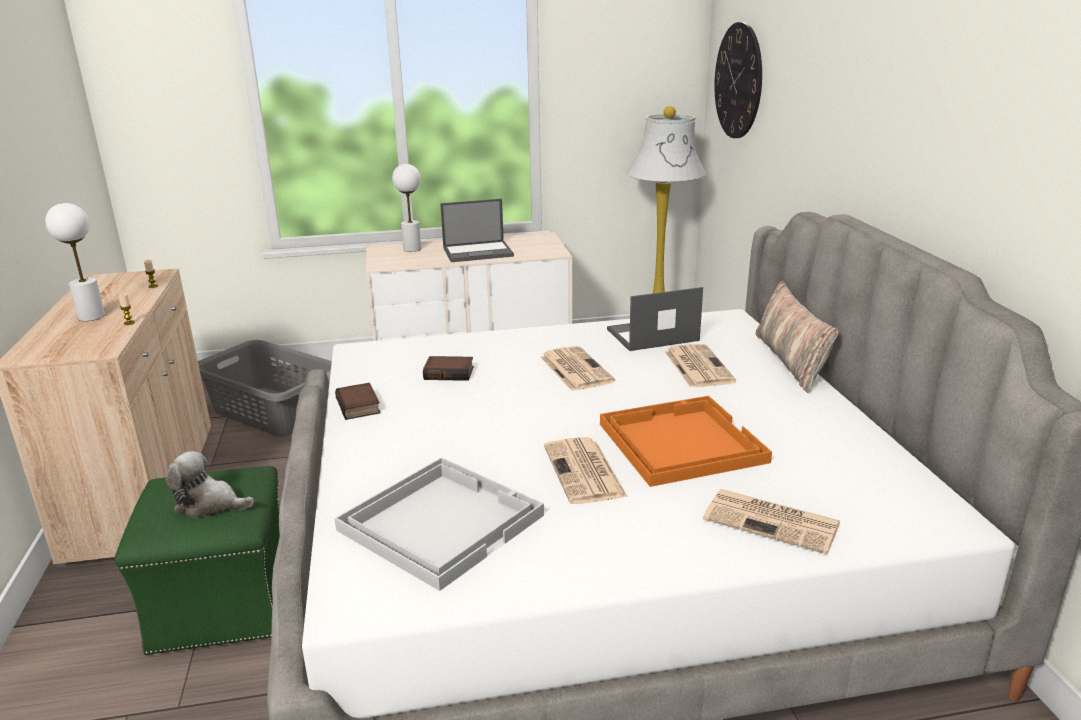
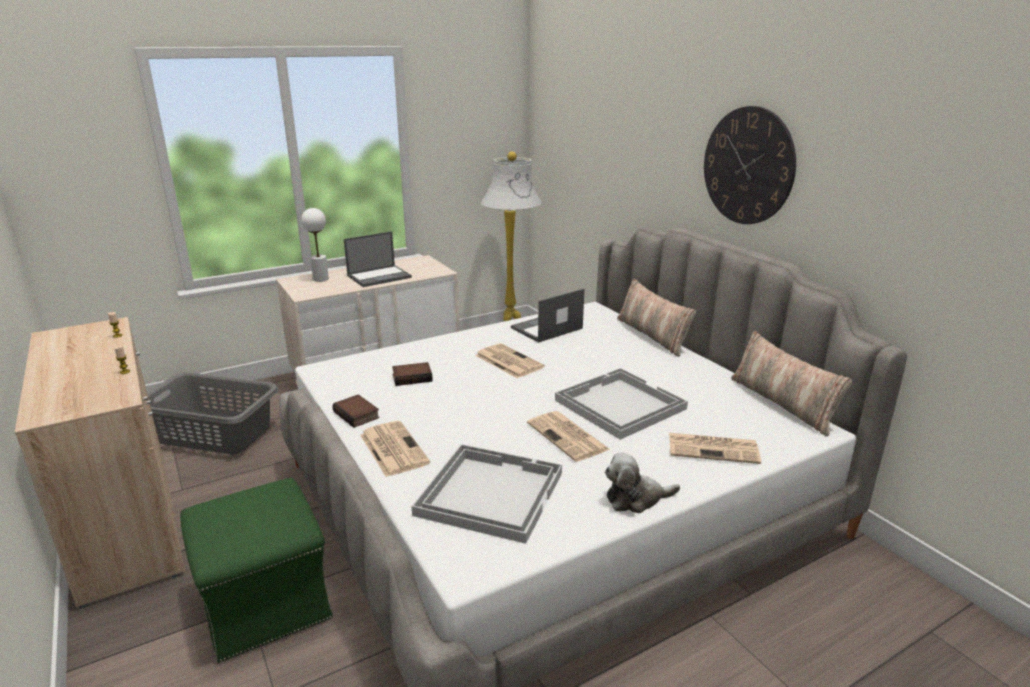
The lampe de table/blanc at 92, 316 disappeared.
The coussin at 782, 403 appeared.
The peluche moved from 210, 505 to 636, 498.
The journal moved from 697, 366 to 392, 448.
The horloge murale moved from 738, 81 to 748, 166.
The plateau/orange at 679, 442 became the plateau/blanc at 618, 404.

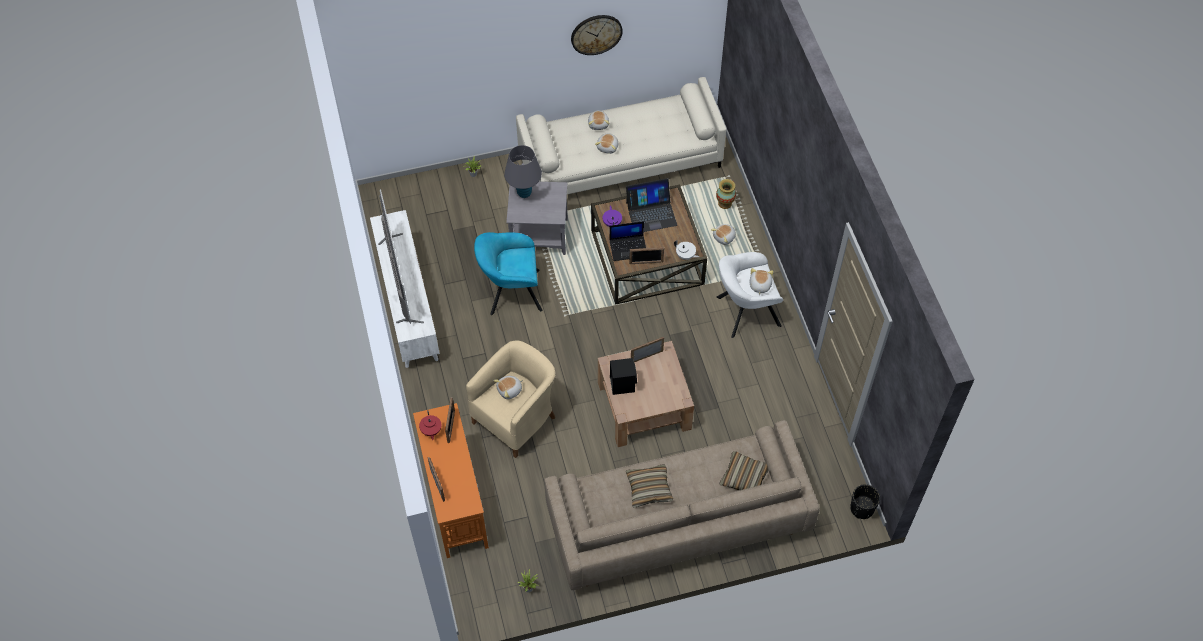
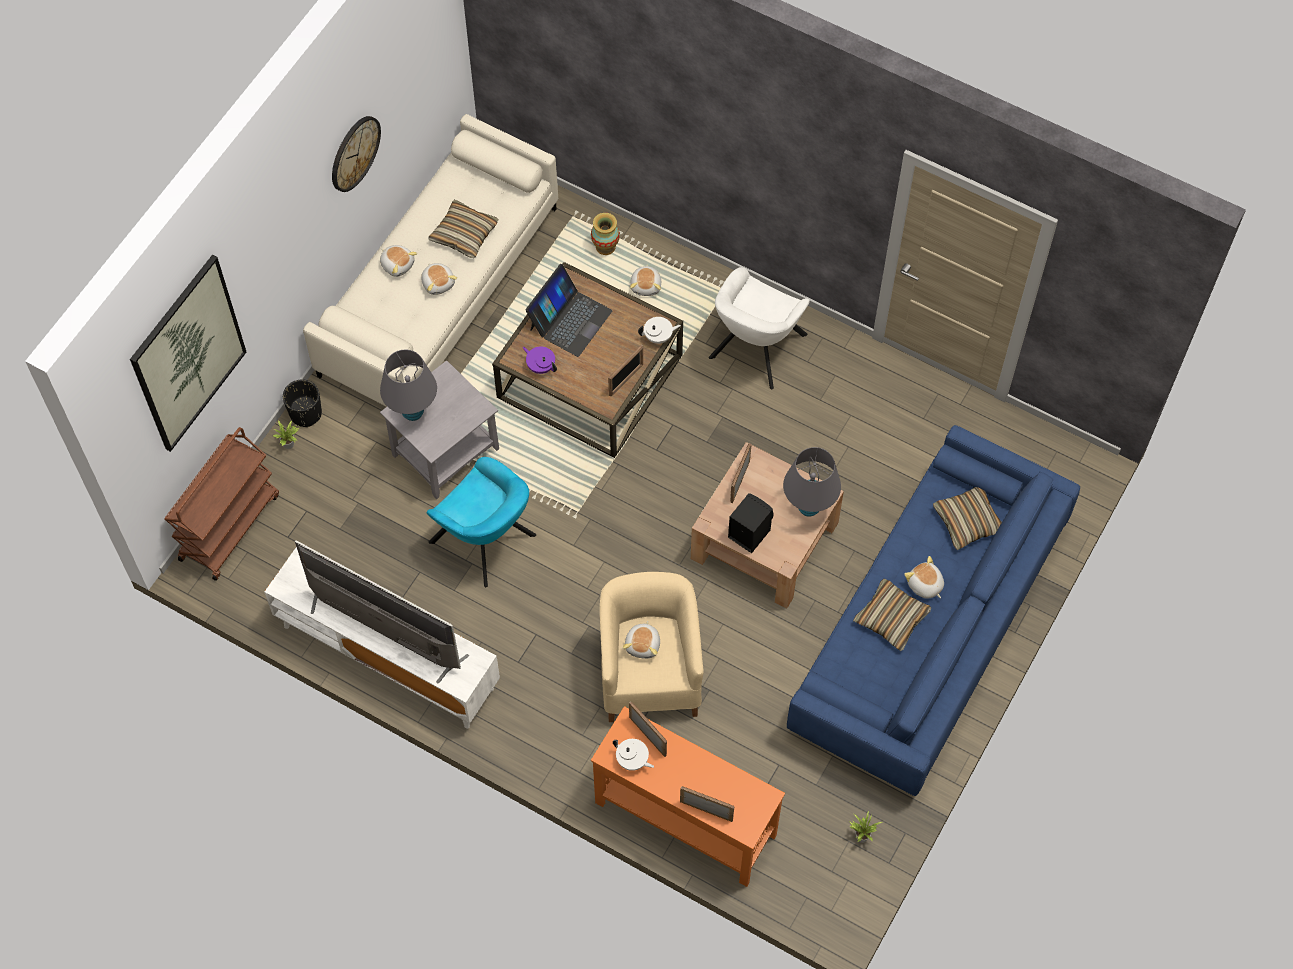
The ordinateur portable at 628, 248 disappeared.
The tableau at 188, 354 appeared.
The chariot/marron at 229, 526 appeared.
The coussin at 464, 234 appeared.
The lampe de table/gris at 808, 507 appeared.
The peluche moved from 759, 285 to 924, 585.
The cache-pot/noir moved from 862, 508 to 306, 413.
The théière/rouge at 431, 431 became the théière/blanc at 632, 760.
The canapé/beige at 677, 520 became the canapé/bleu at 927, 628.
The fauteuil/turquoise at 511, 292 turned 90 degrees counterclockwise.

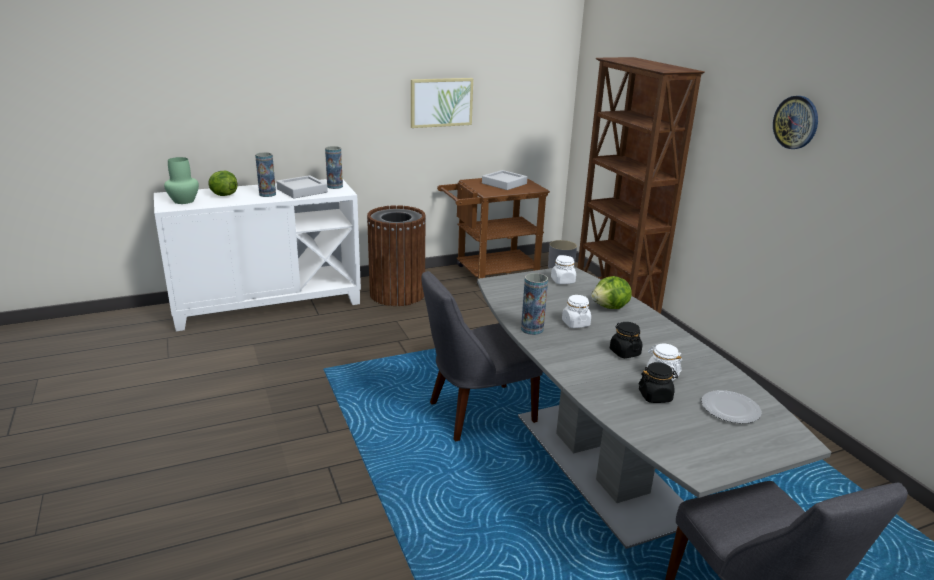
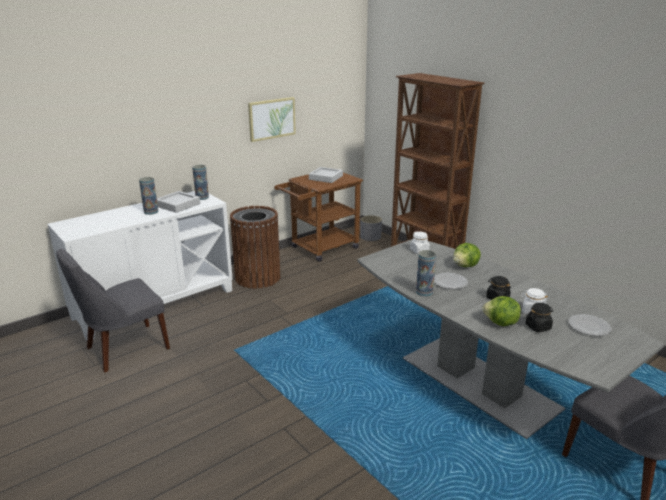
The vase/vert at 183, 201 disappeared.
The horloge murale at 796, 122 disappeared.
The laitue moved from 223, 195 to 500, 323.
The chaise/gris moved from 476, 414 to 124, 349.
The bocal/blanc at 575, 323 was replaced by the assiette at 450, 282.

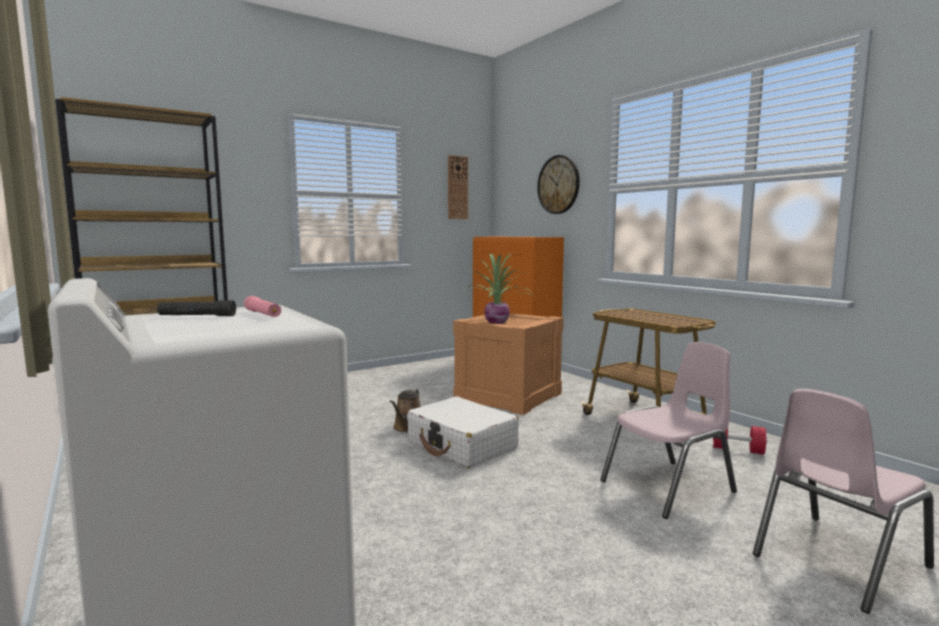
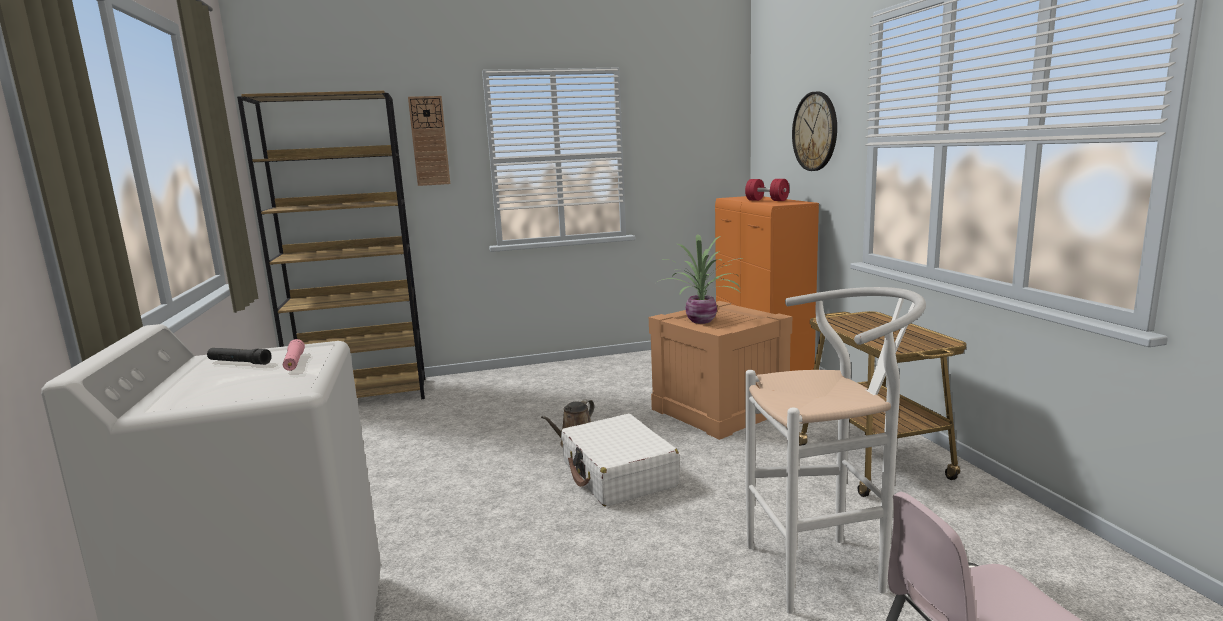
The horloge murale moved from 457, 187 to 429, 141.
The haltère/rouge moved from 737, 450 to 767, 200.
The chaise/rose at 669, 487 was replaced by the tabouret/blanc at 827, 569.

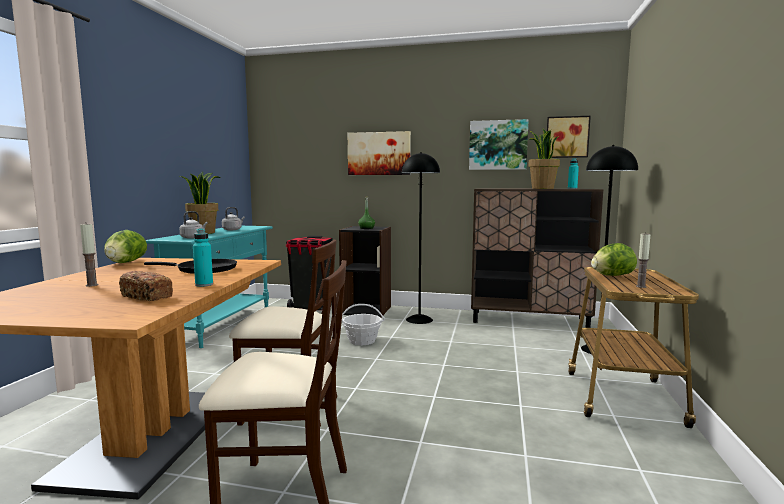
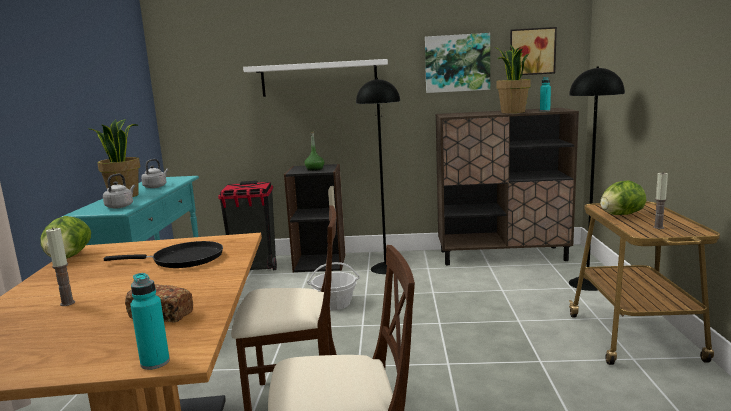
The bouteille/turquoise moved from 204, 285 to 155, 362.
The tableau at 379, 153 was replaced by the étagère/blanc at 319, 78.

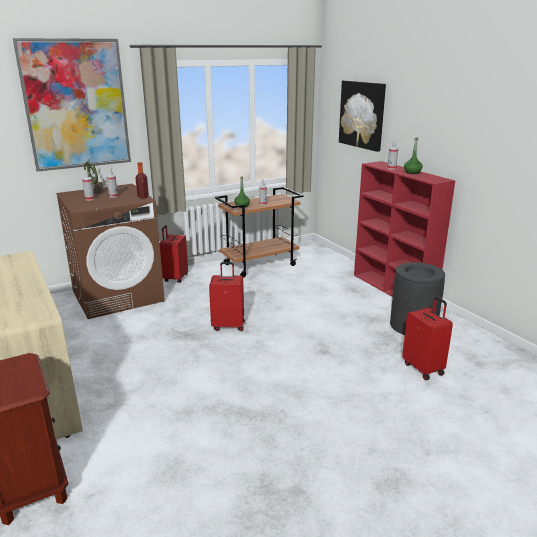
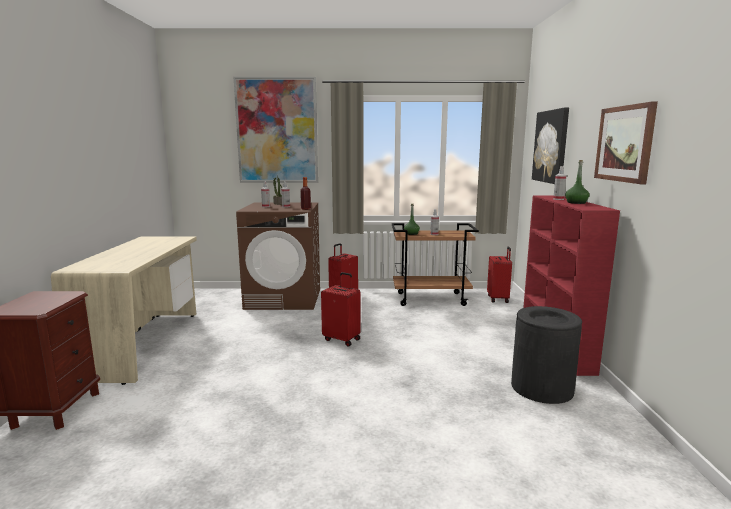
The tableau at 624, 143 appeared.
The valise/rouge moved from 424, 368 to 498, 299.

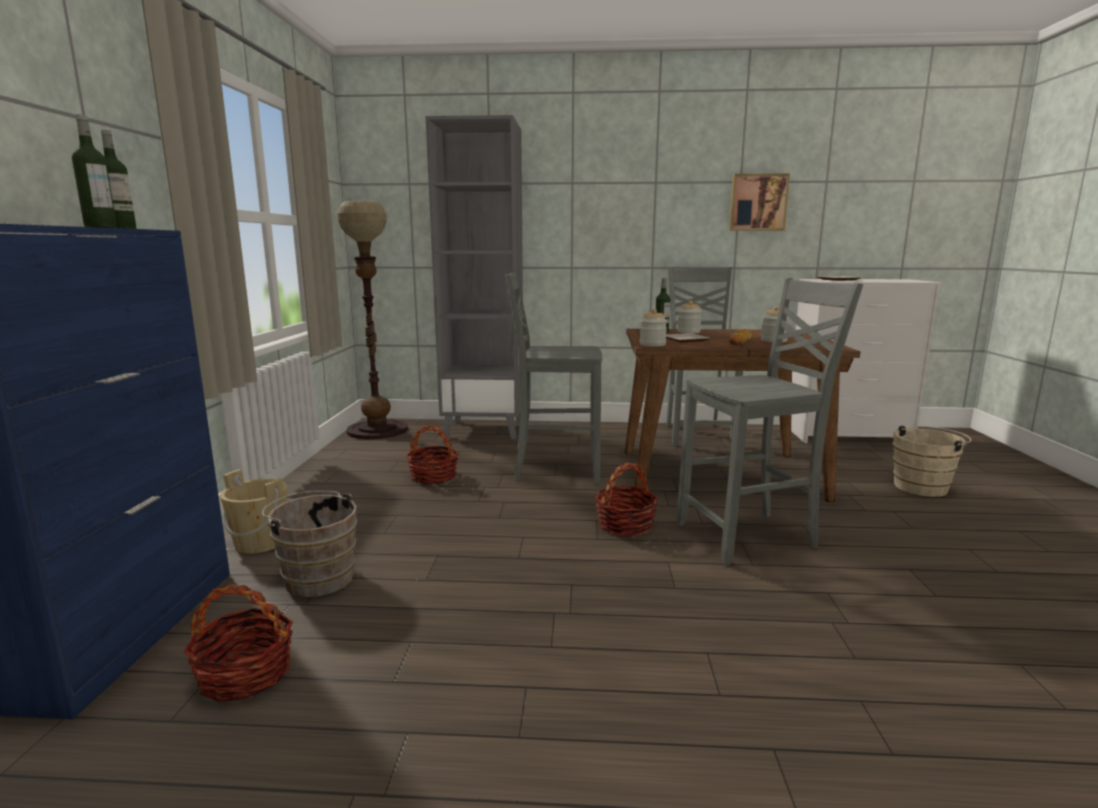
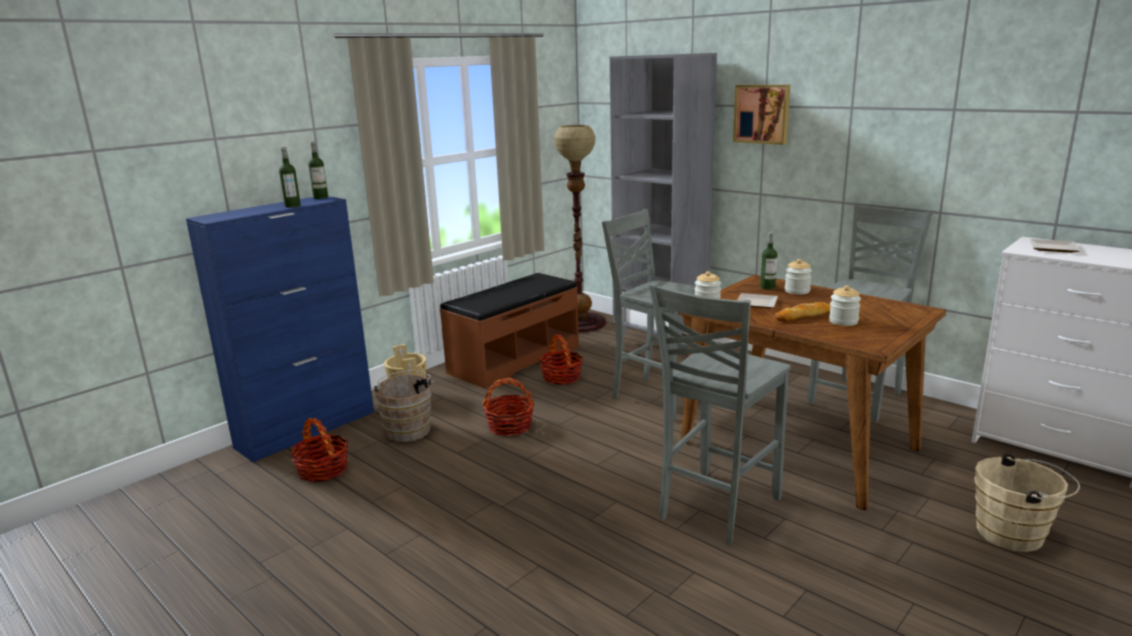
The banc/marron at 514, 360 appeared.
The panier moved from 625, 525 to 510, 426.
The tableau moved from 758, 202 to 762, 114.
The chaise/gris at 749, 537 turned 105 degrees clockwise.

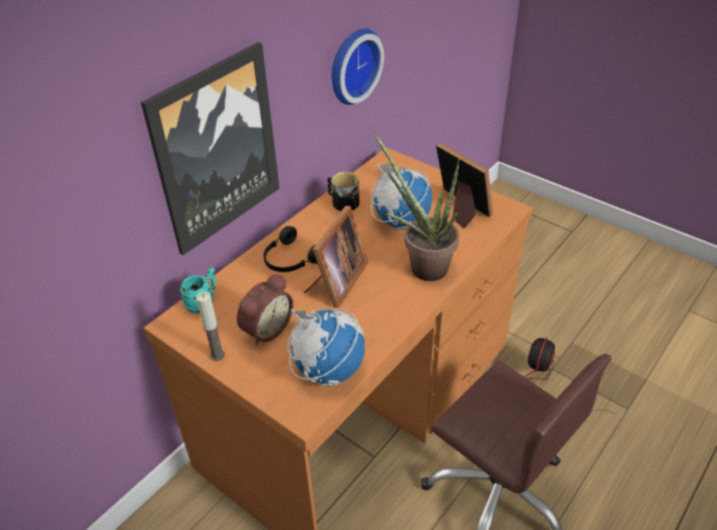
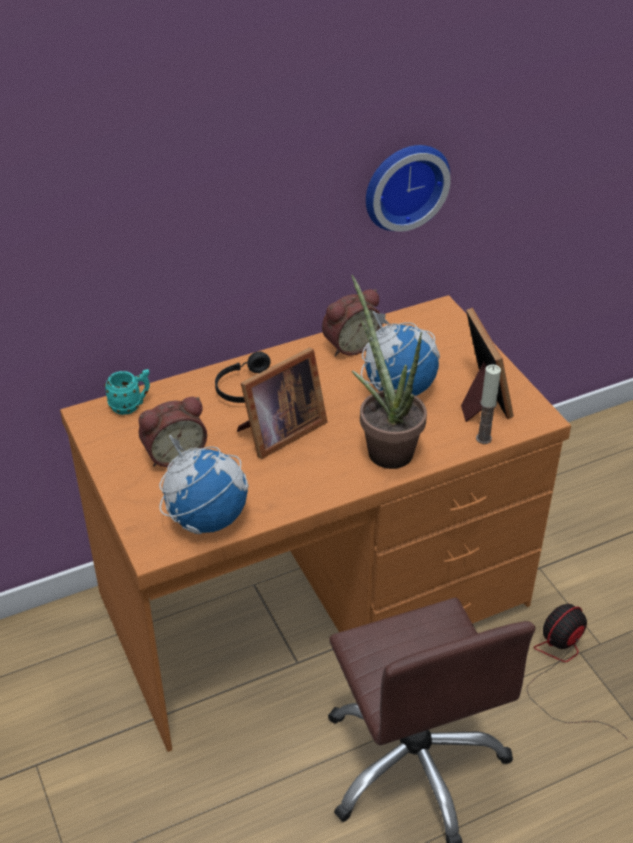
The tableau at 216, 149 disappeared.
The bougie moved from 217, 355 to 483, 438.
The mug at 342, 202 was replaced by the réveil at 349, 345.

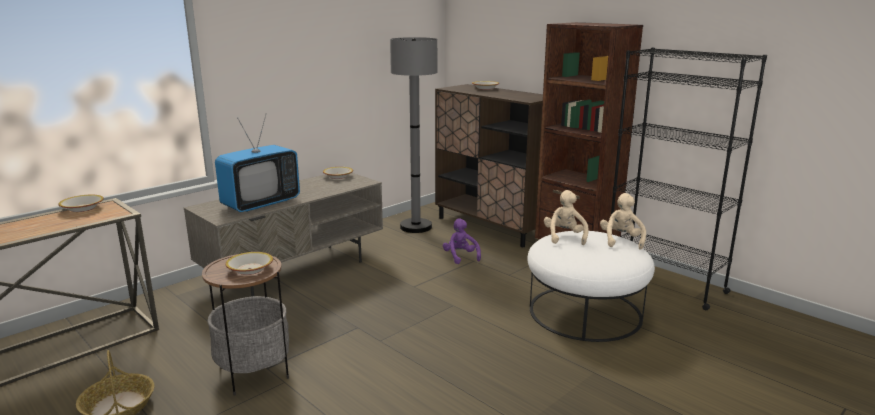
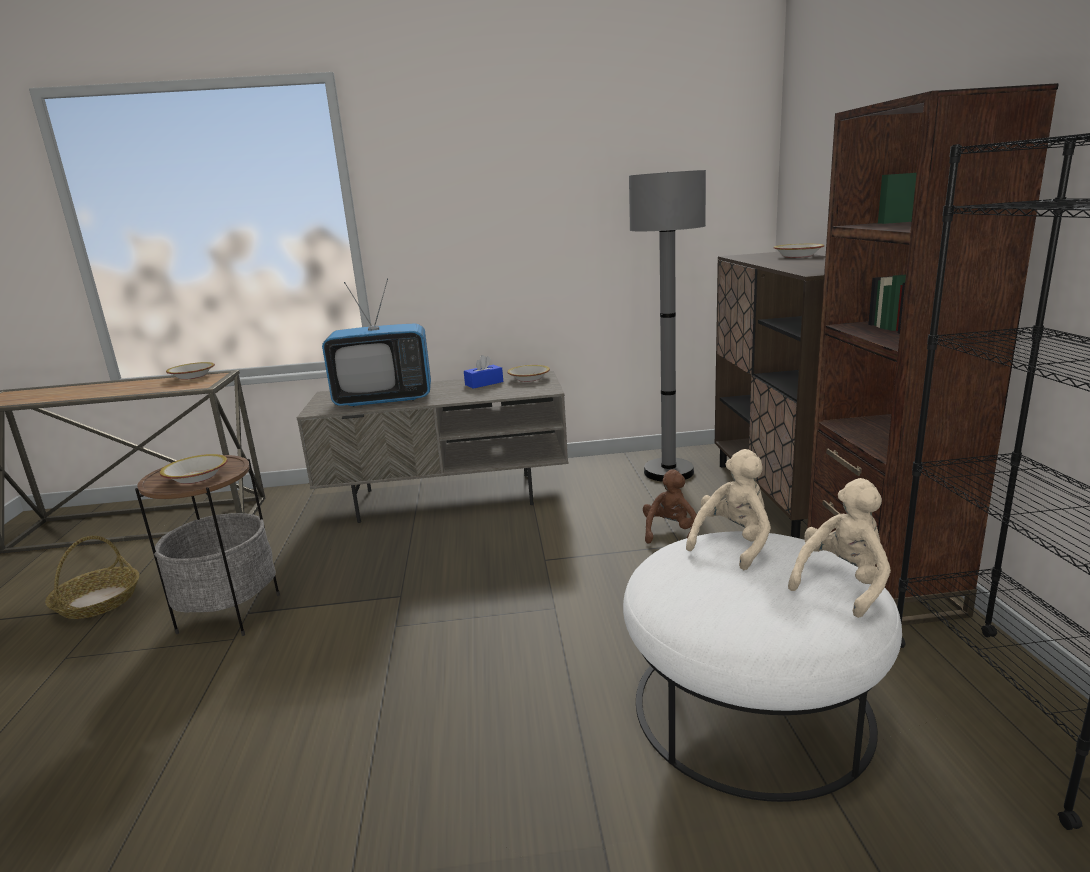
The boîte à mouchoirs/bleu at 484, 383 appeared.
The peluche/violet at 460, 257 became the peluche/marron at 670, 533.

